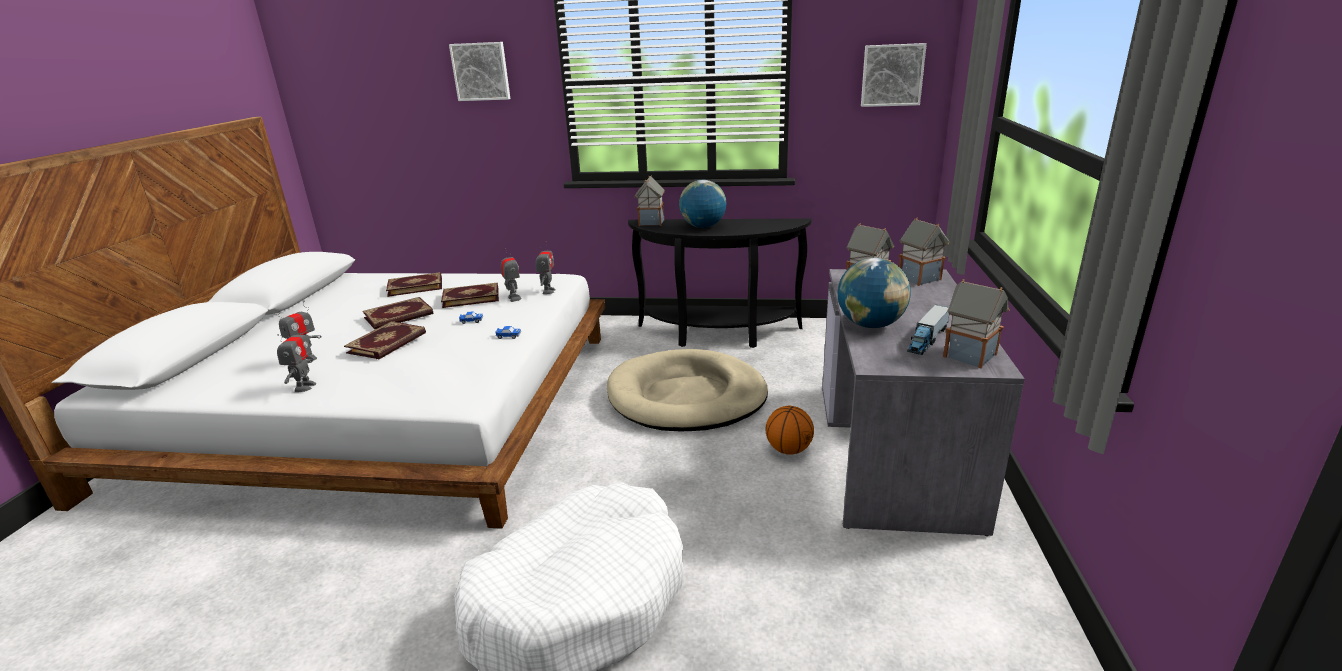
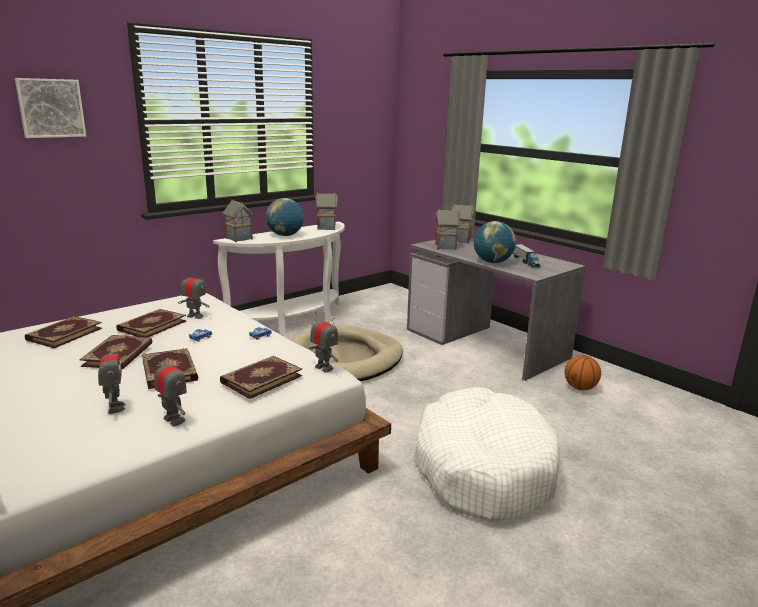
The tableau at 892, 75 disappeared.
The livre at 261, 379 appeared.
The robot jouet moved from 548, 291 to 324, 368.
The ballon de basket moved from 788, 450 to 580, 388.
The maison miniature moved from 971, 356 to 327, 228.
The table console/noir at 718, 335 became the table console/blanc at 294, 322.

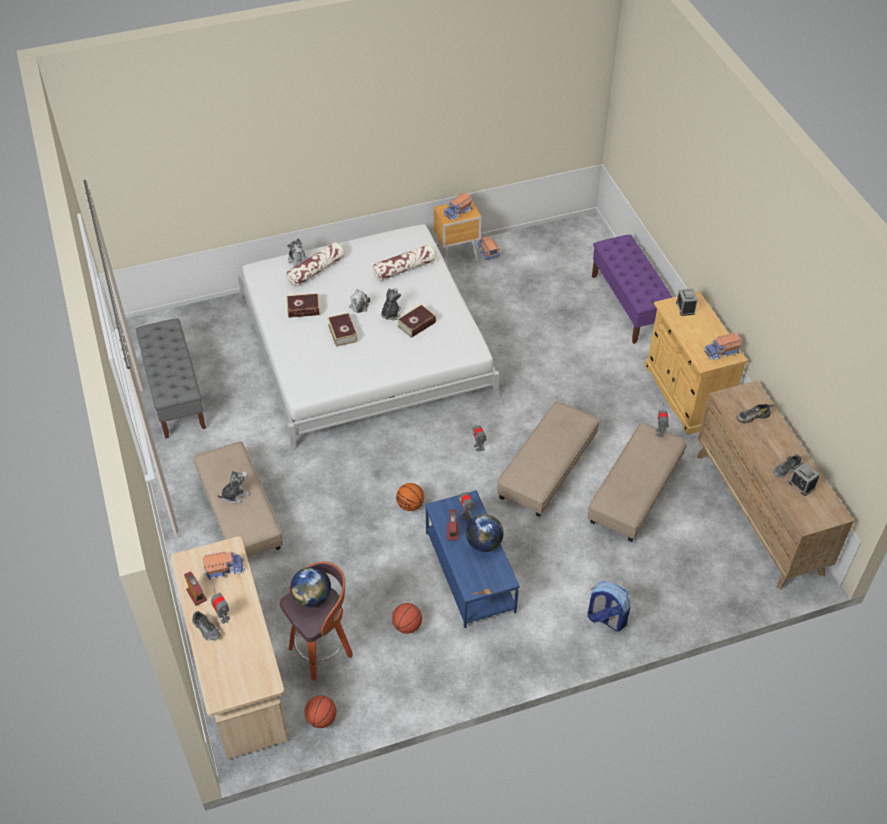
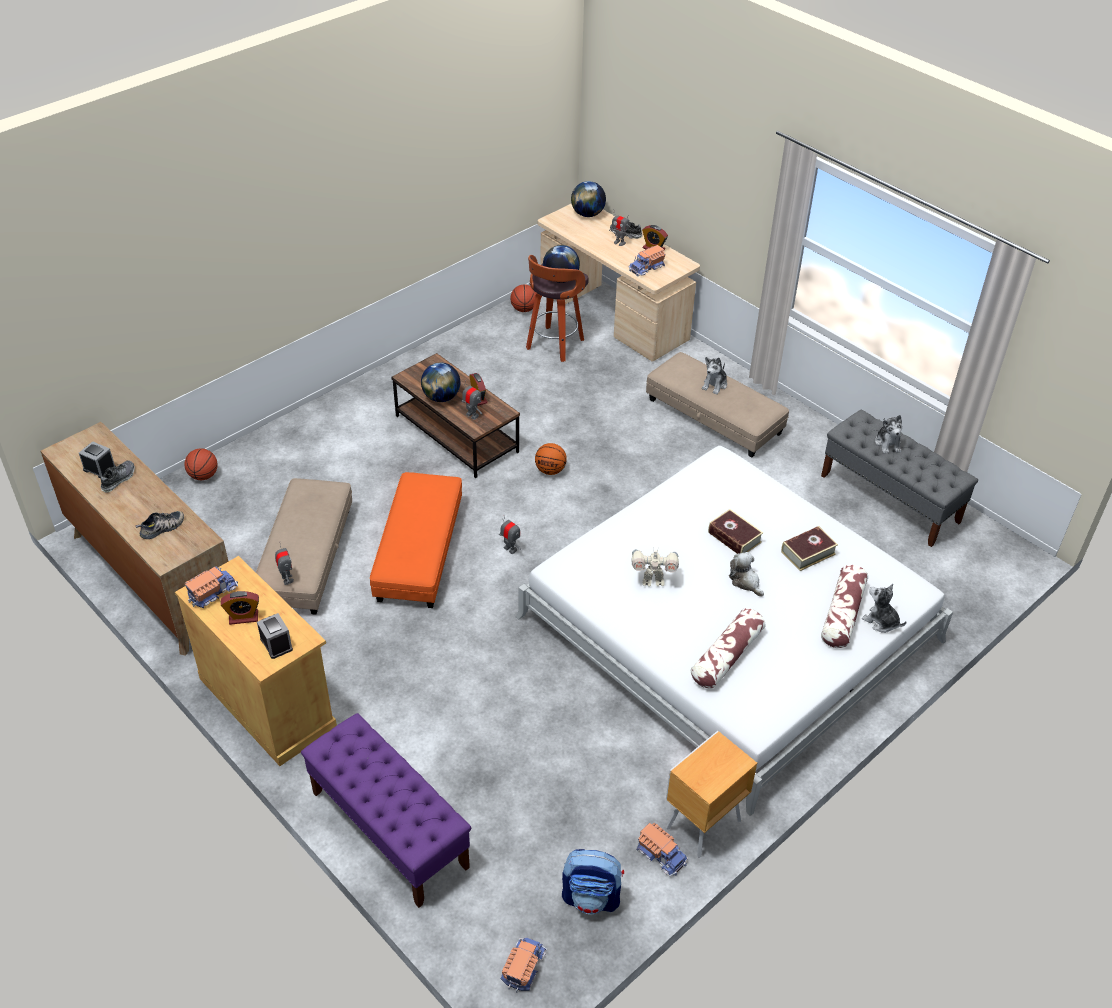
The réveil at 243, 617 appeared.
The globe at 587, 214 appeared.
The peluche moved from 390, 314 to 888, 443.
The ballon de basket moved from 407, 626 to 203, 476.
The camion jouet moved from 458, 212 to 523, 966.
The sac à dos moved from 605, 619 to 592, 897.
The livre at 416, 324 was replaced by the robot jouet at 653, 580.
The table basse/bleu at 470, 572 became the table basse/marron at 455, 433.
The pouf/beige at 547, 467 became the pouf/orange at 419, 551.

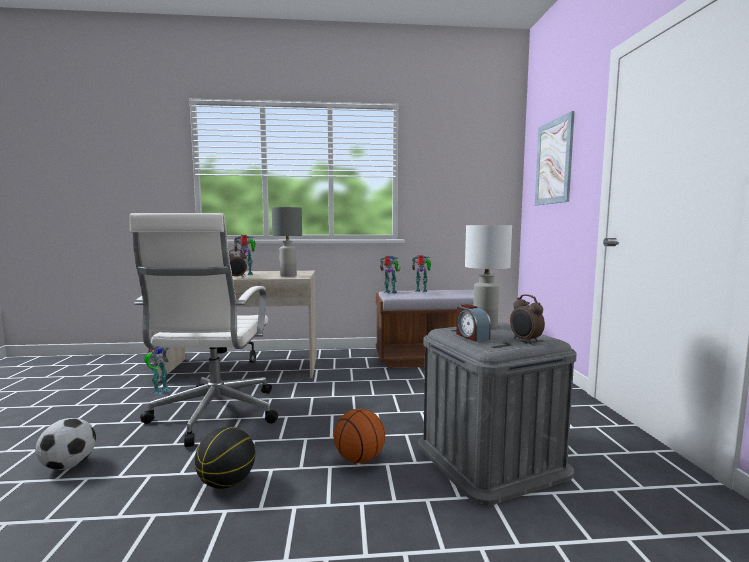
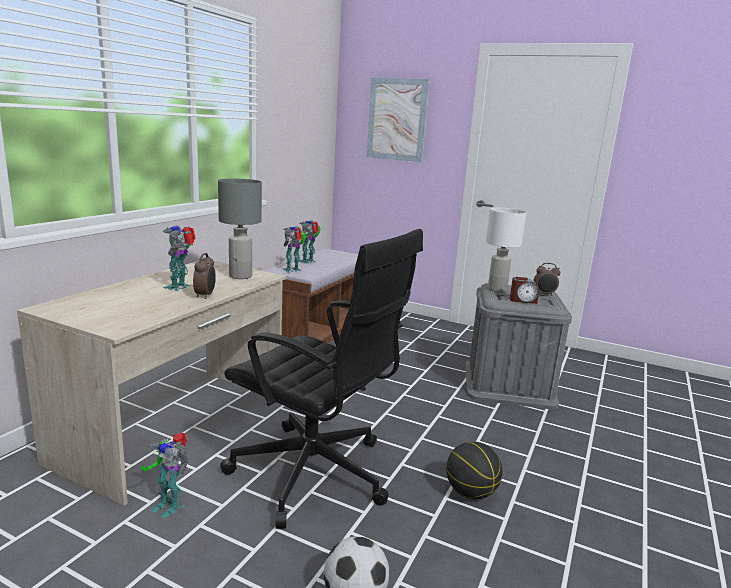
The ballon de basket at 359, 459 disappeared.
The chaise de bureau/blanc at 214, 415 became the chaise de bureau/noir at 315, 475.
The robot jouet at 159, 390 turned 150 degrees clockwise.

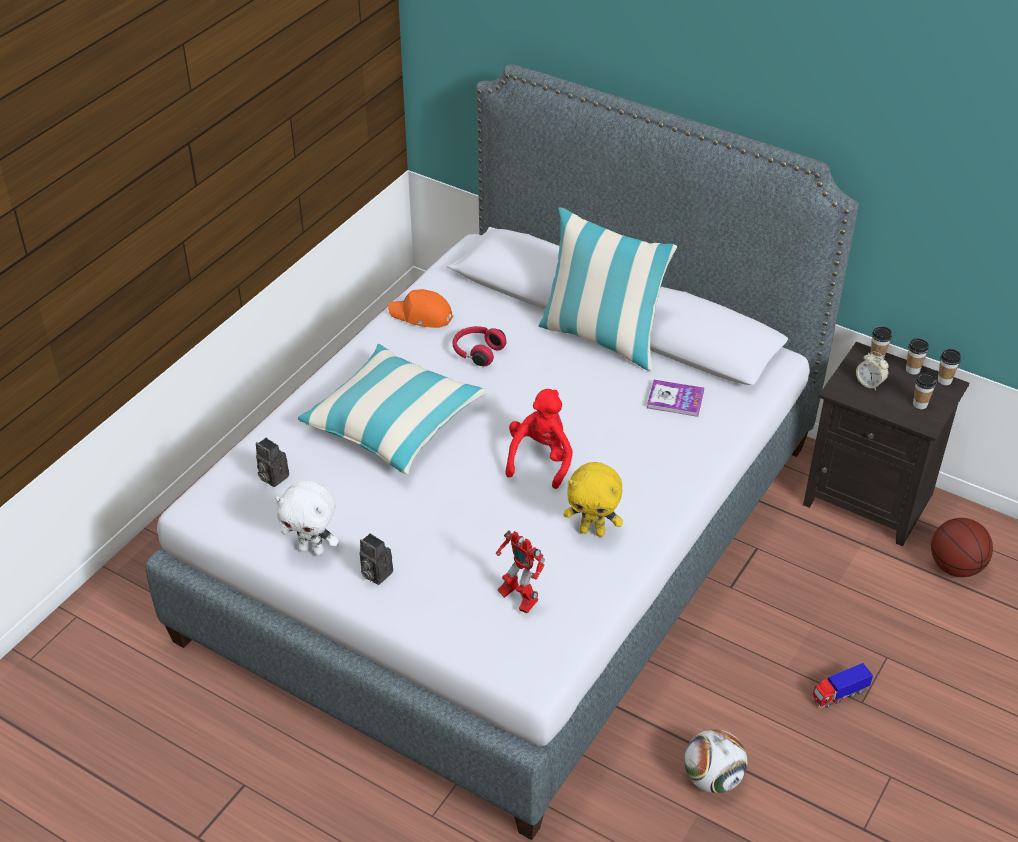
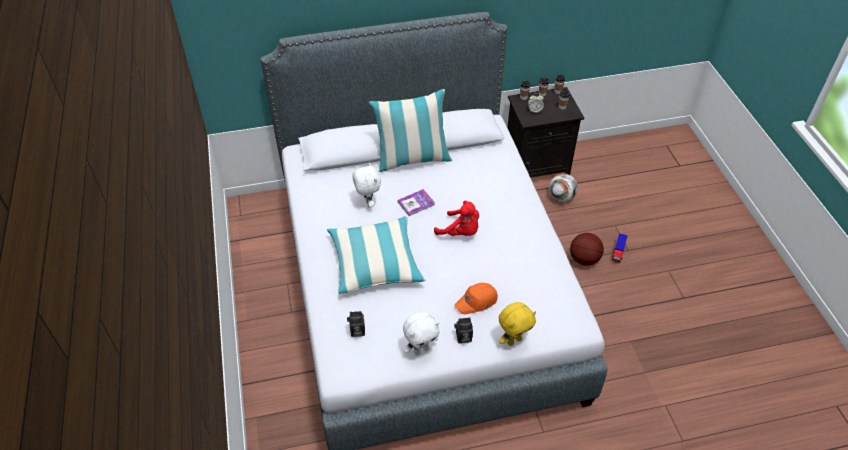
The robot jouet at 517, 598 disappeared.
The casquette/orange moved from 421, 316 to 477, 302.
The peluche/jaune moved from 593, 531 to 514, 340.
The livre moved from 675, 399 to 416, 203.
The ballon de foot moved from 712, 778 to 561, 197.
The ballon de basket moved from 955, 567 to 584, 259.
The casque audio/rouge at 477, 352 was replaced by the peluche/blanc at 367, 203.
The peluche/rouge at 540, 459 turned 150 degrees clockwise.

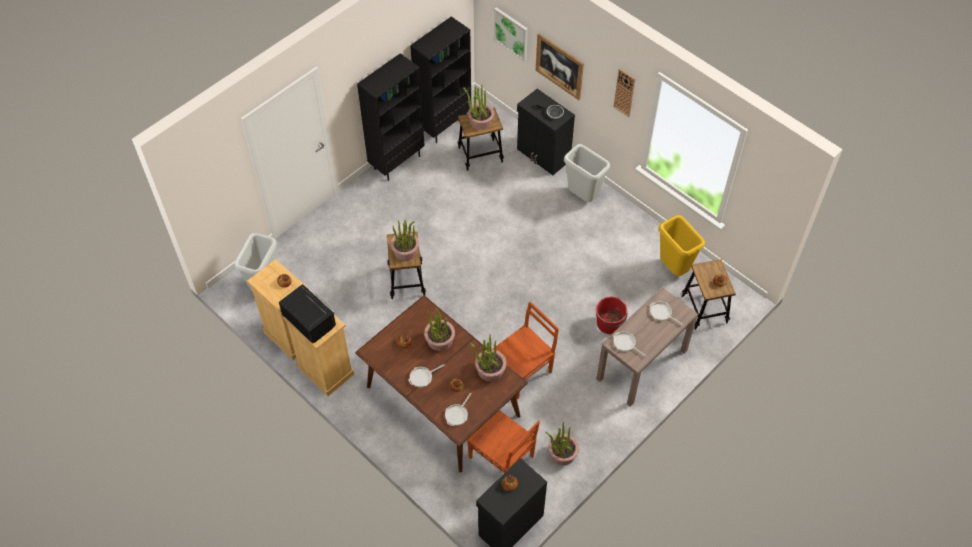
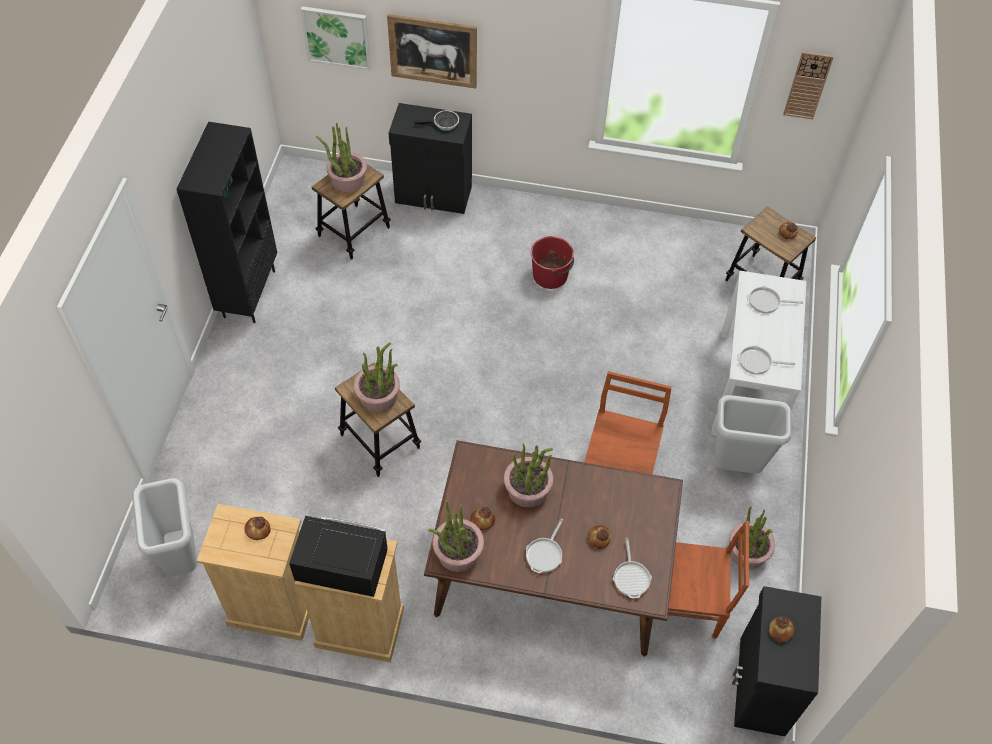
The bibliothèque/noir at 444, 125 disappeared.
The poubelle/jaune at 674, 269 disappeared.
The plante en pot moved from 490, 370 to 457, 552.
The poubelle/gris moved from 583, 197 to 736, 466.
The seau/rouge moved from 609, 324 to 550, 275.
The horloge murale moved from 624, 92 to 807, 85.
The table console/marron at 642, 365 became the table console/blanc at 748, 387.

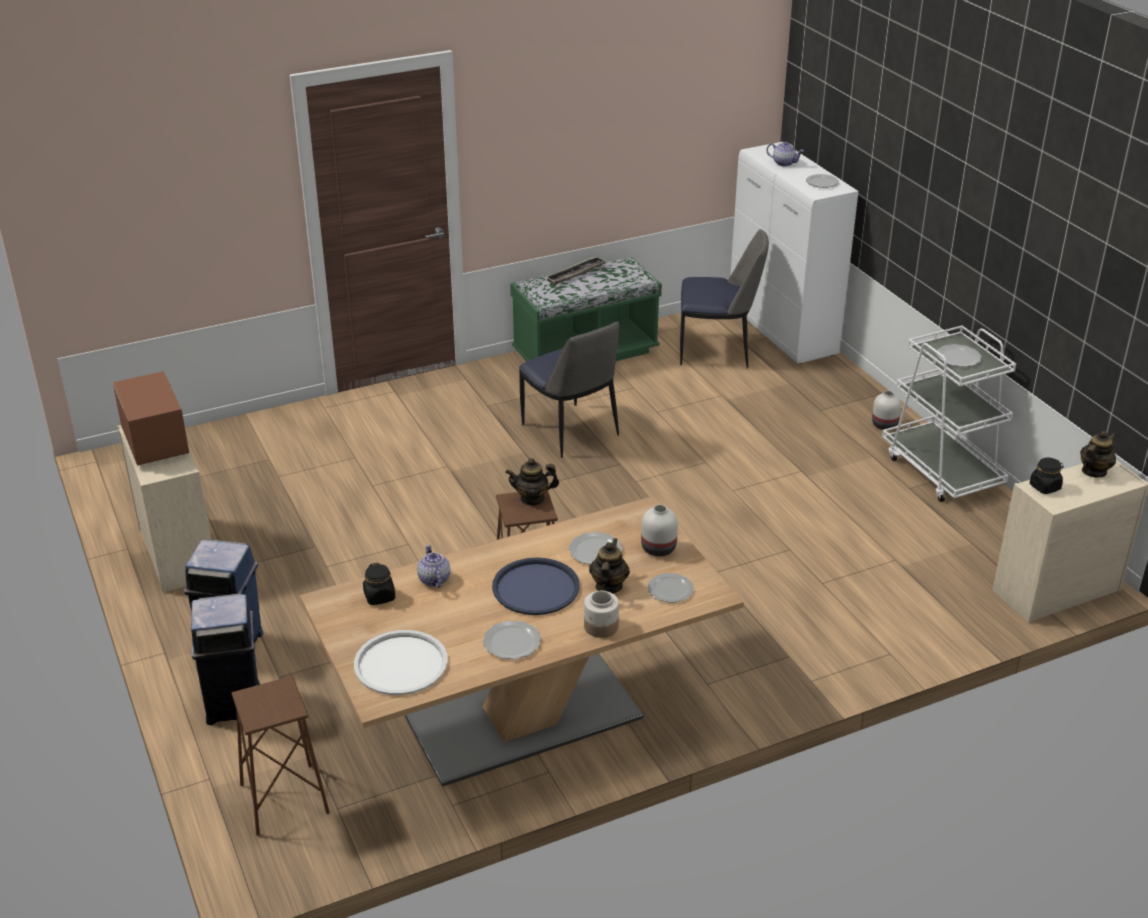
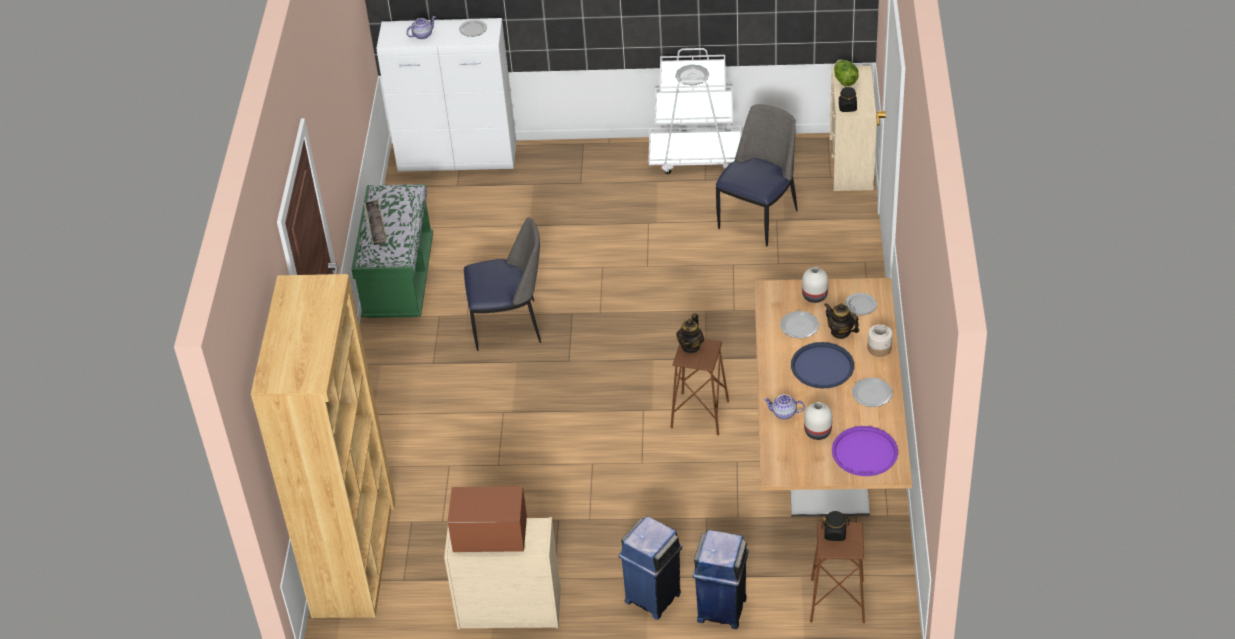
The bibliothèque/marron at 354, 556 appeared.
The bocal/noir moved from 379, 596 to 835, 533.
The chaise moved from 717, 351 to 759, 218.
The vase/blanc moved from 883, 424 to 817, 432.
The théière at 1093, 471 was replaced by the laitue at 845, 80.
The plateau/blanc at 401, 664 became the plateau/violet at 864, 452.

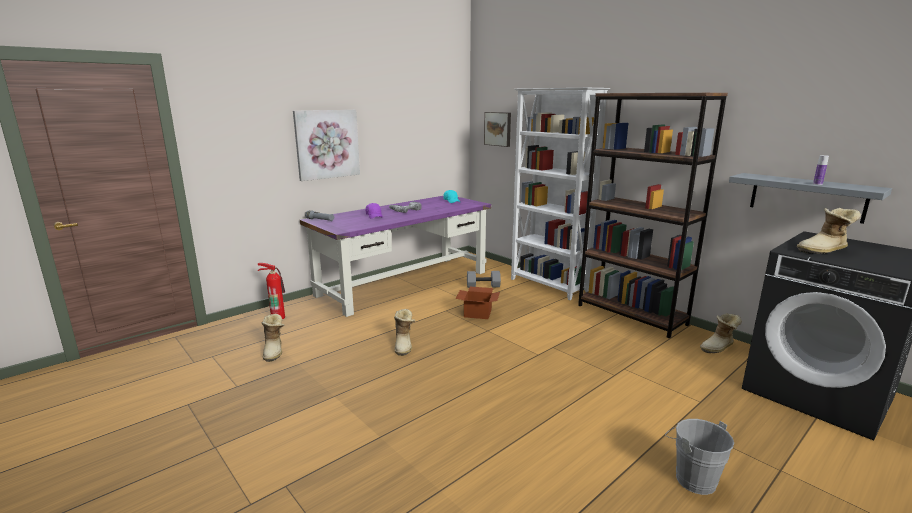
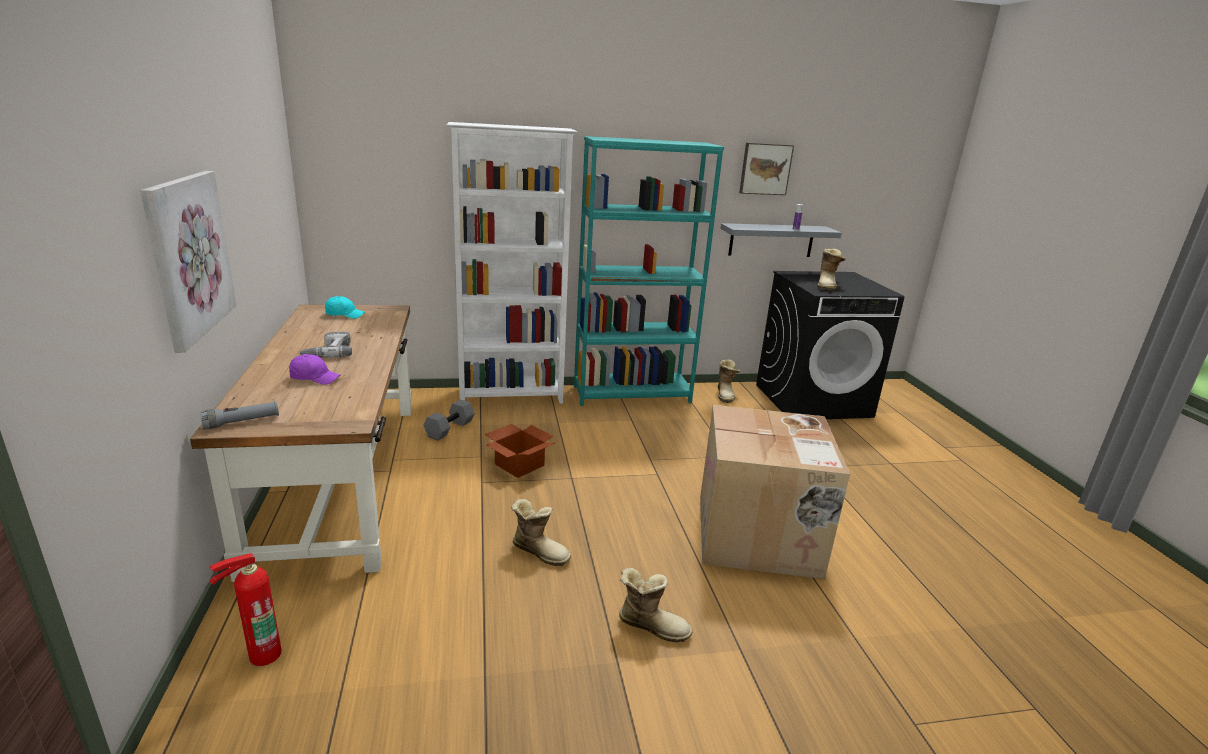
The seau/gris at 692, 477 disappeared.
The carton at 759, 536 appeared.
The botte moved from 274, 351 to 652, 625.
The tableau moved from 498, 129 to 765, 169.
The bureau/violet at 404, 283 became the bureau/marron at 340, 477.
The bibliothèque/marron at 631, 315 became the bibliothèque/turquoise at 632, 394.

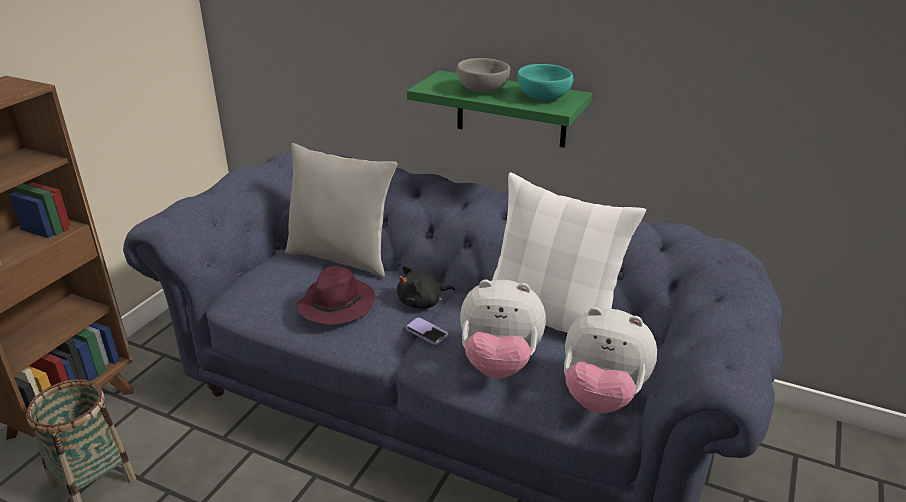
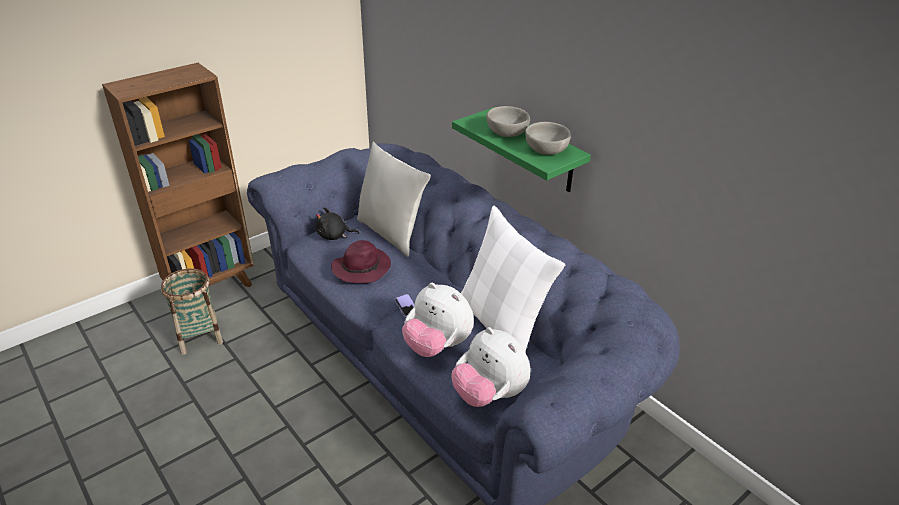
The peluche/noir moved from 422, 302 to 334, 236.
The bol/turquoise at 543, 97 became the bol/gris at 546, 150.

